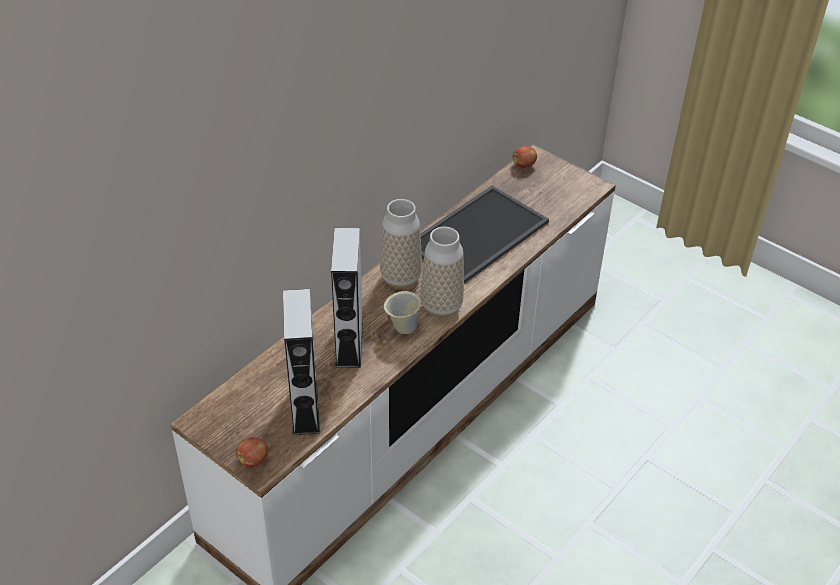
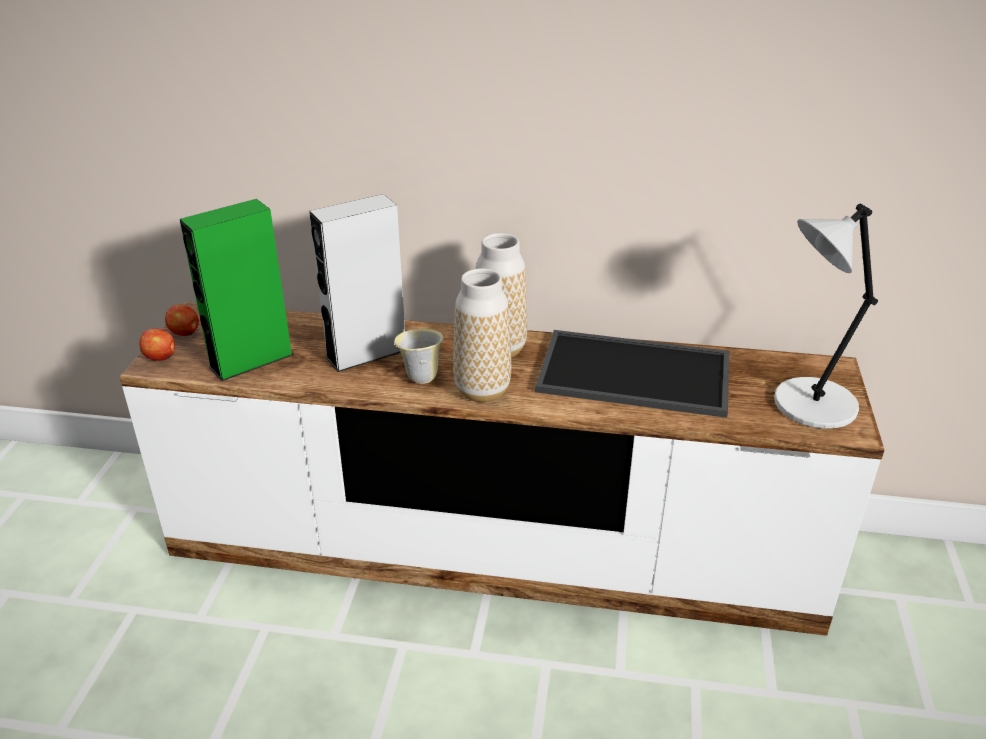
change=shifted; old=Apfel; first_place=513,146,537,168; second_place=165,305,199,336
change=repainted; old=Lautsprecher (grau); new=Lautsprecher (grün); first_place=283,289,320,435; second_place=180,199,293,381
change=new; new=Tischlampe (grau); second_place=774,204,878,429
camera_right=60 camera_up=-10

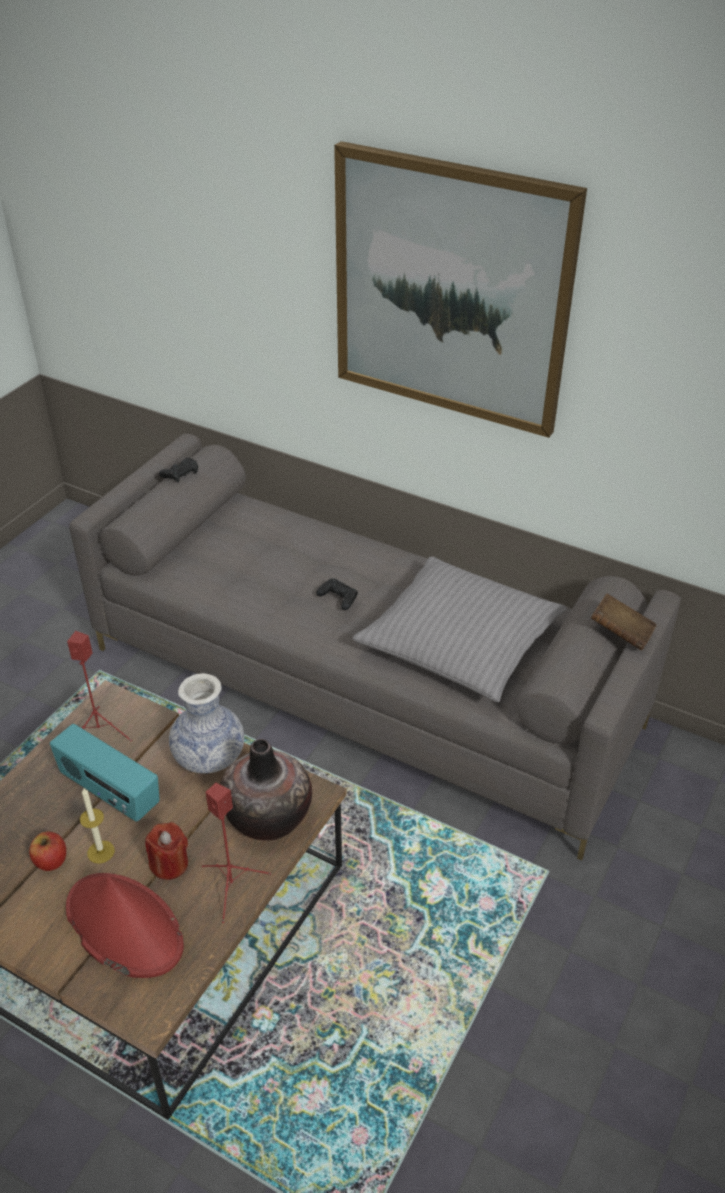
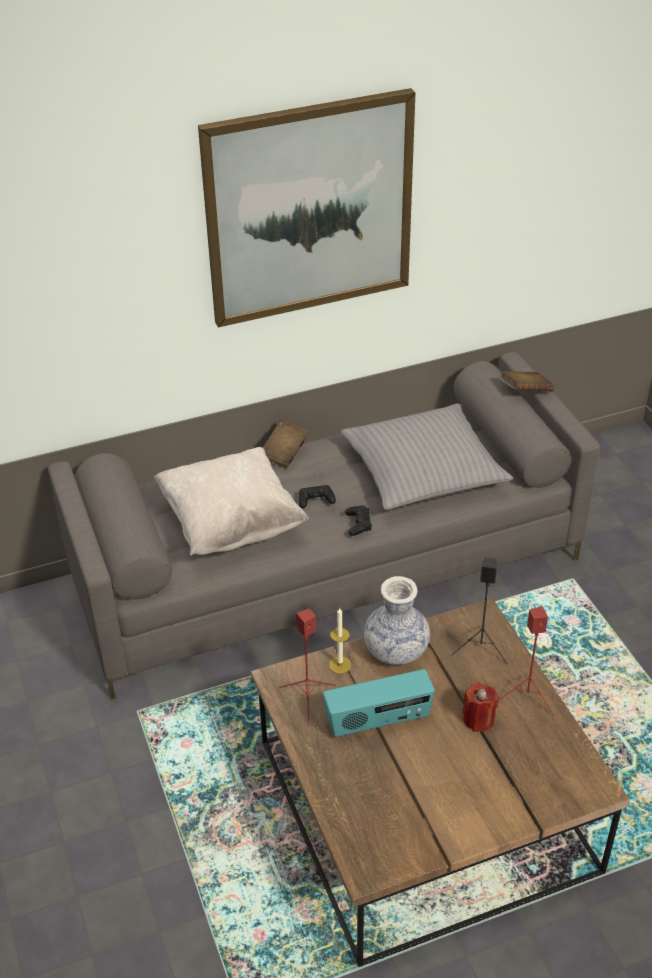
change=new; new=Kissen (beige); second_place=154,447,309,556
change=new; new=Buch (braun); second_place=262,420,308,469
change=shifted; old=Kerze; first_place=80,788,115,864; second_place=329,608,351,674
change=shifted; old=Gamepad (schwarz); first_place=159,458,198,482; second_place=345,505,372,536
change=swapped; old=Vase; new=Lautsprecher (schwarz); first_place=220,739,312,841; second_place=451,557,508,664
change=gone; old=Apfel; first_place=29,832,66,871
change=gone; old=Hut (rot); first_place=66,873,184,978
camera_right=-50 camera_up=0

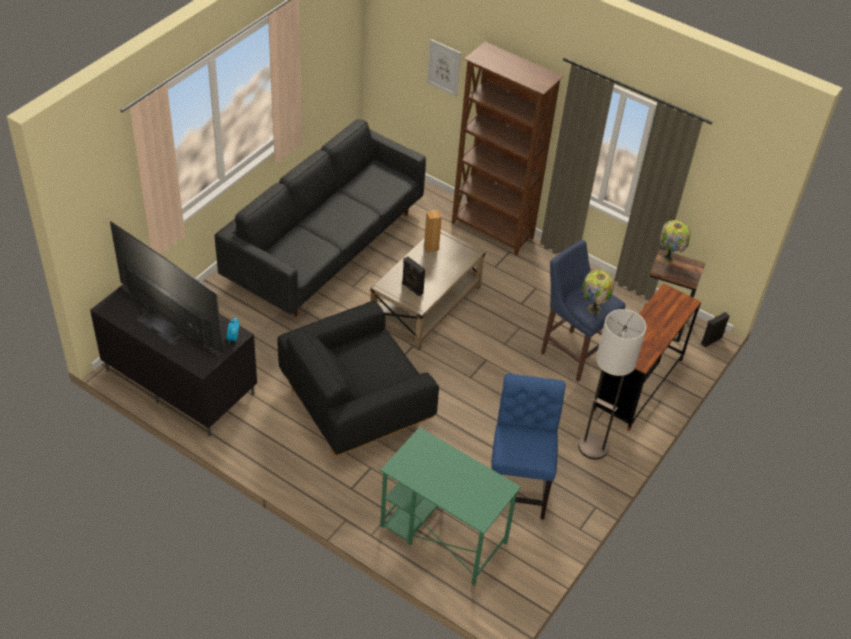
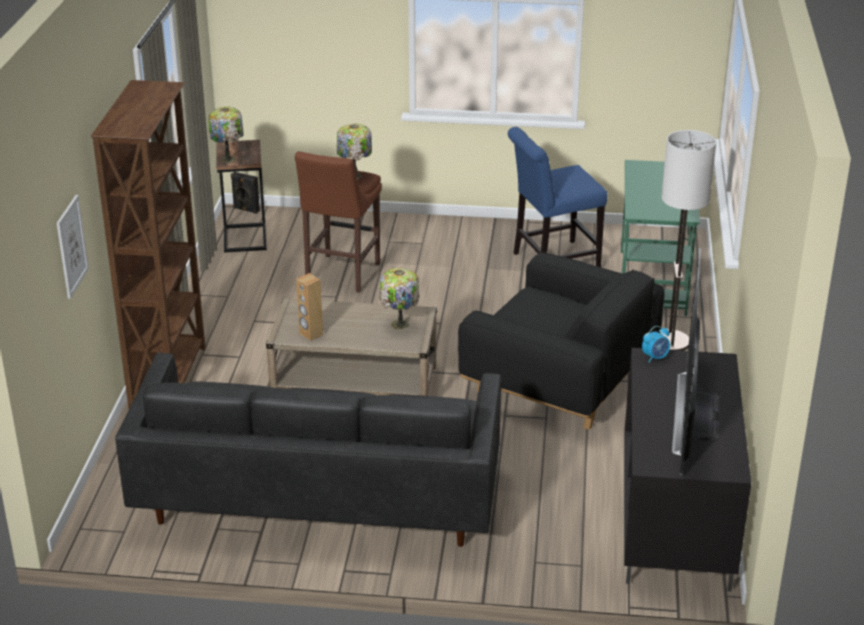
change=repainted; old=Hocker (blau); new=Hocker (braun); first_place=541,240,626,382; second_place=295,151,382,293
change=swapped; old=Lautsprecher (schwarz); new=Tischlampe; first_place=402,256,425,297; second_place=380,268,419,329
change=shifted; old=Stehlampe; first_place=578,309,646,460; second_place=661,130,716,351
change=gone; old=Schreibtisch (braun); first_place=594,283,701,431
camera_right=-115 camera_up=-15

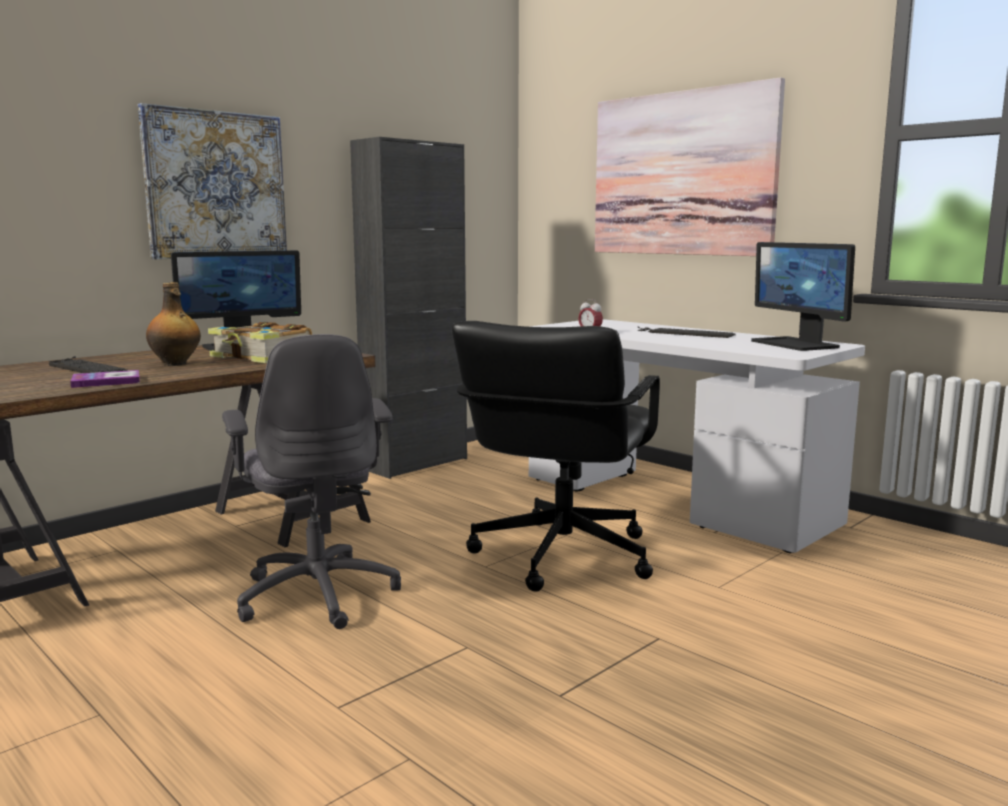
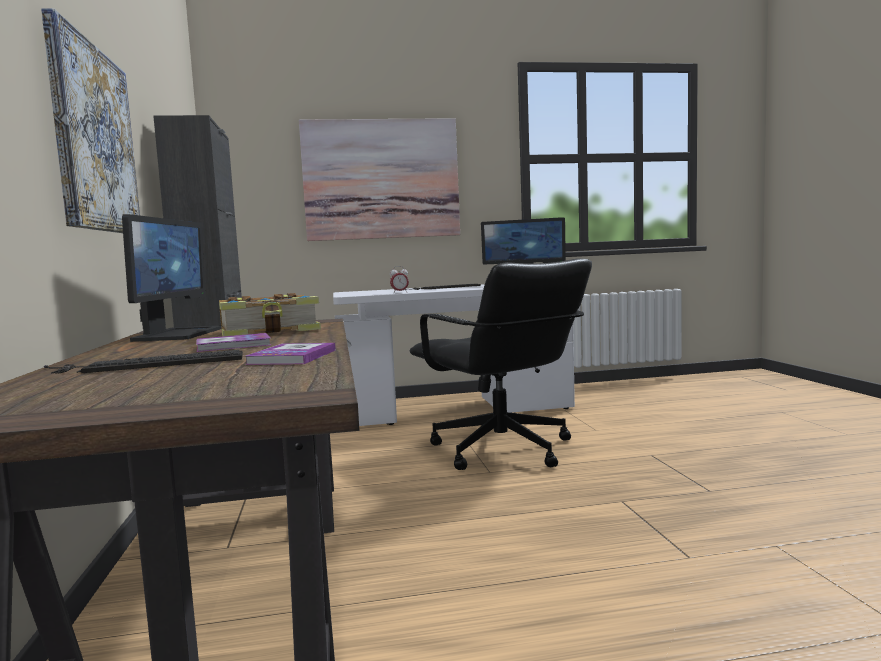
change=swapped; old=Flasche; new=Buch; first_place=146,282,201,366; second_place=196,333,271,352
change=gone; old=Bürostuhl (grau); first_place=222,334,401,629
camera_right=-55 camera_up=-5

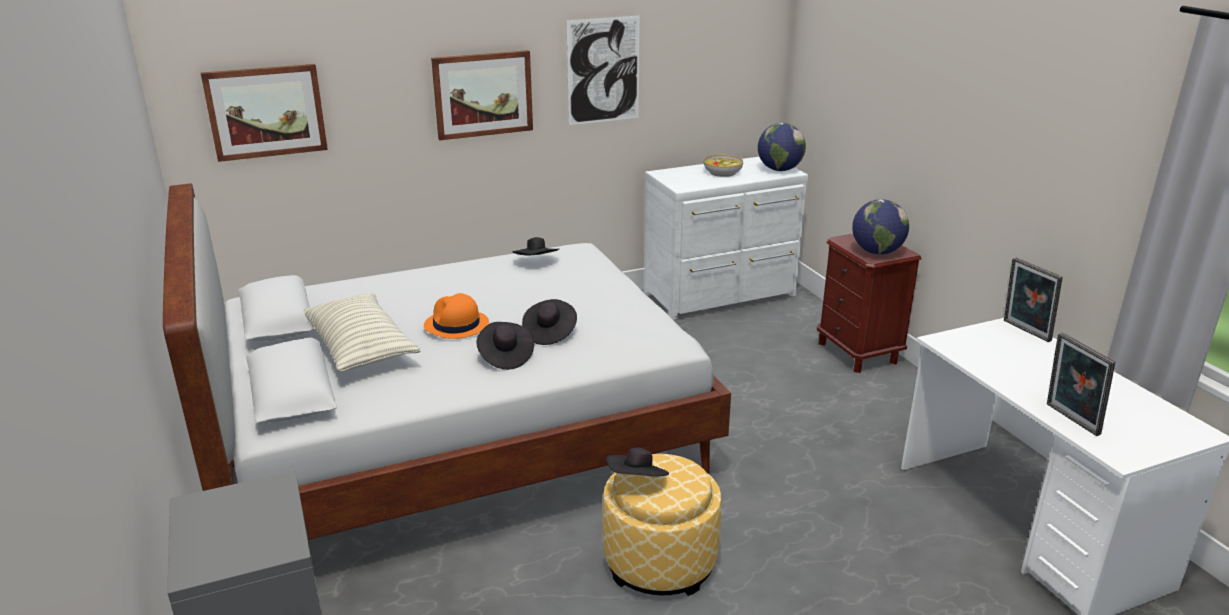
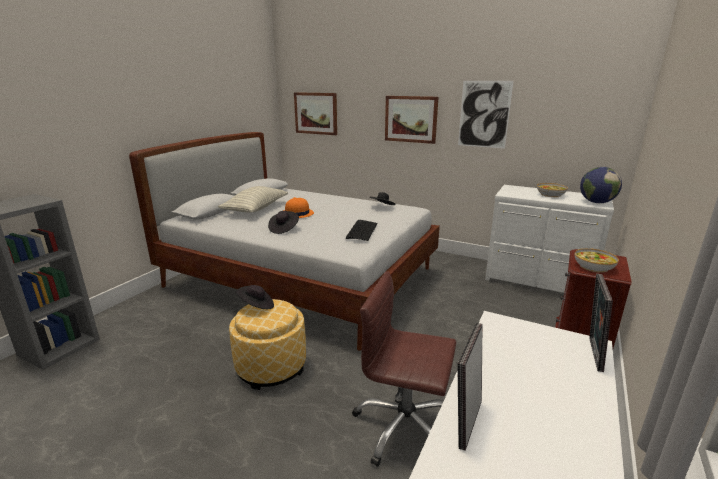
change=new; new=Tastatur; second_place=346,220,377,241
change=new; new=Bürostuhl (braun); second_place=352,271,456,467
change=swapped; old=Globus; new=Schüssel; first_place=852,199,909,255; second_place=575,248,619,273
change=gone; old=Hut (schwarz); first_place=522,299,577,345
camera_right=50 camera_up=-5

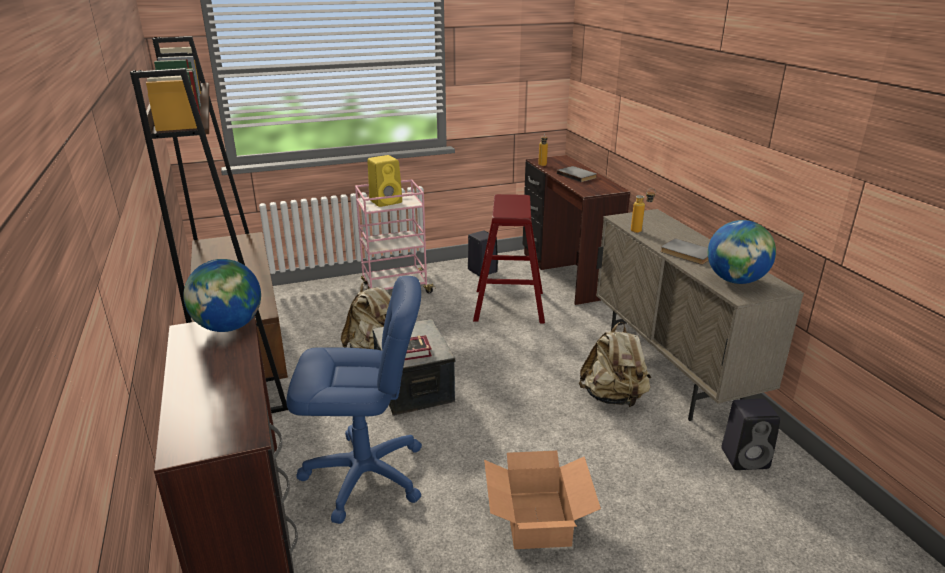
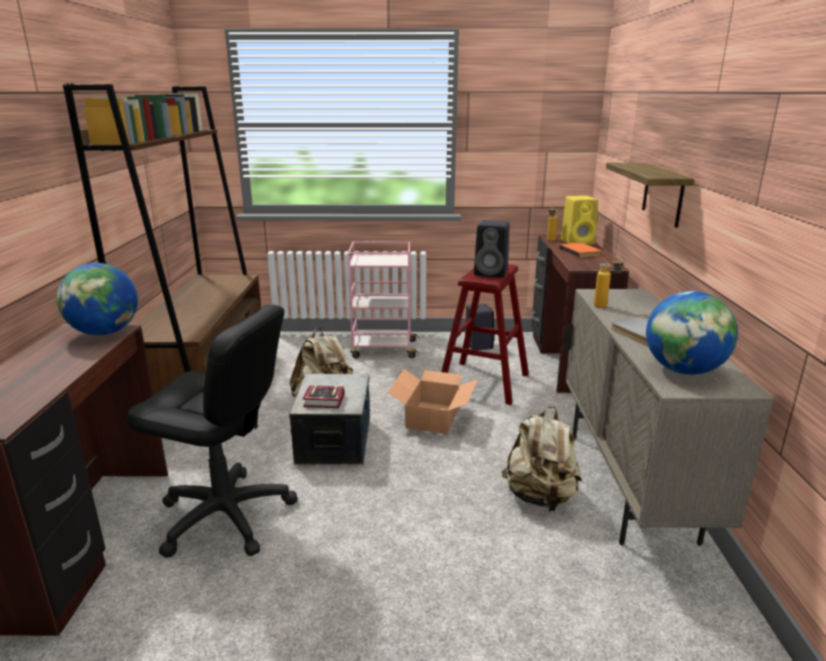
change=repainted; old=Bürostuhl (blau); new=Bürostuhl (schwarz); first_place=286,276,422,524; second_place=127,305,298,558
change=shifted; old=Karton; first_place=484,451,601,549; second_place=388,369,478,434
change=shifted; old=Lautsprecher (schwarz); first_place=721,399,780,470; second_place=474,220,510,277
change=repainted; old=Buch (grau); new=Buch (orange); first_place=557,166,597,182; second_place=559,242,601,257
change=shifted; old=Lautsprecher (gelb); first_place=367,155,402,207; second_place=561,196,598,245
change=new; new=Wandregal; second_place=606,163,694,228
camera_right=20 camera_up=-5

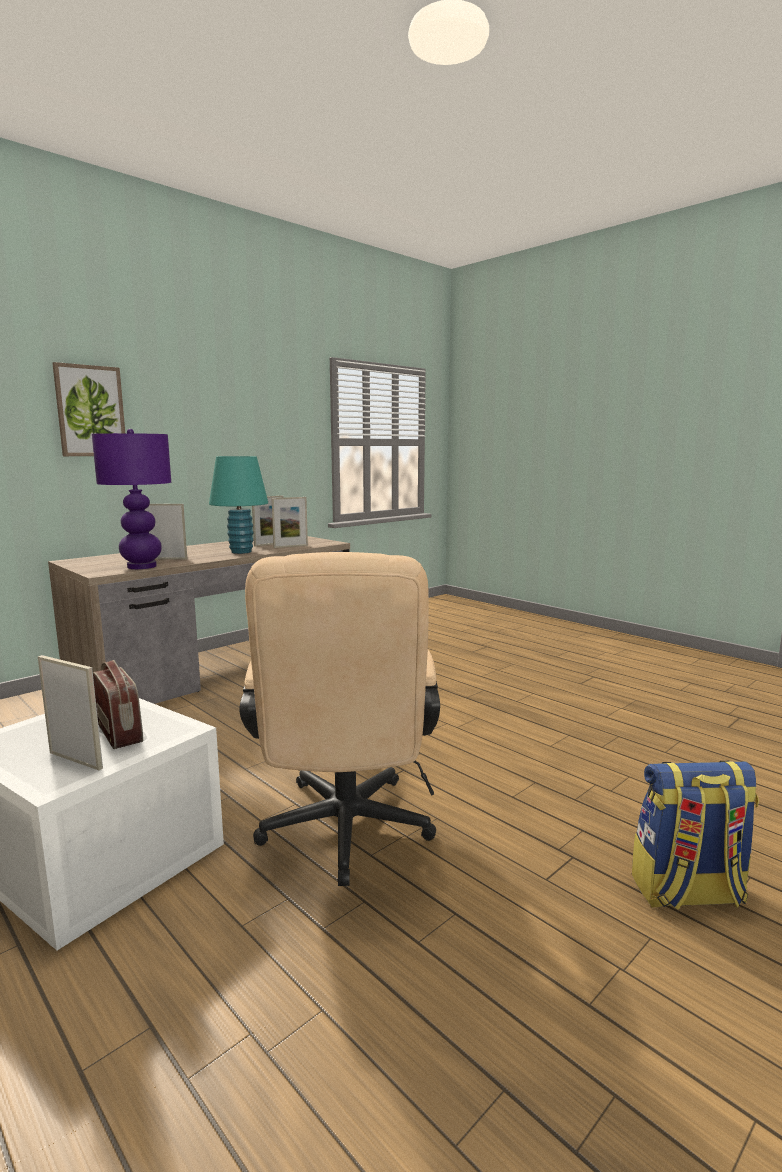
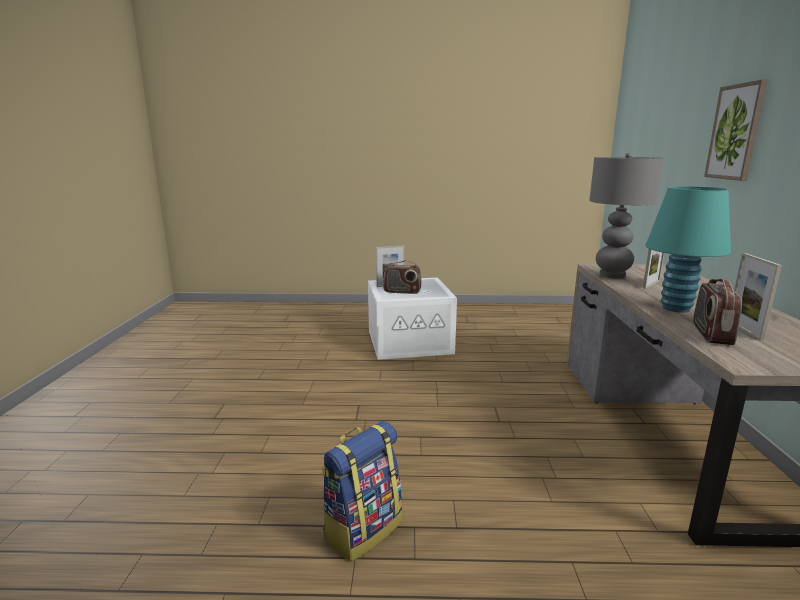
change=shifted; old=Rucksack; first_place=632,761,759,910; second_place=321,421,402,562
change=repainted; old=Tischlampe (lila); new=Tischlampe (grau); first_place=92,429,171,569; second_place=589,153,664,279
change=swapped; old=Bilderrahmen; new=Radio; first_place=272,497,308,548; second_place=693,279,742,345
change=gone; old=Bürostuhl (beige); first_place=239,552,440,886
camera_right=135 camera_up=5

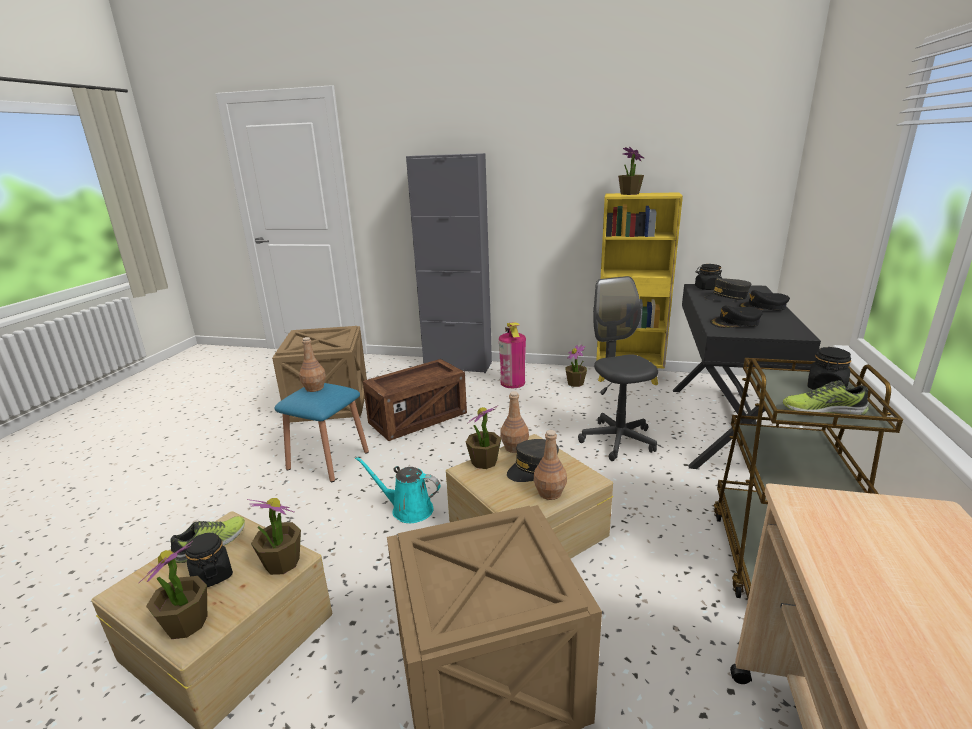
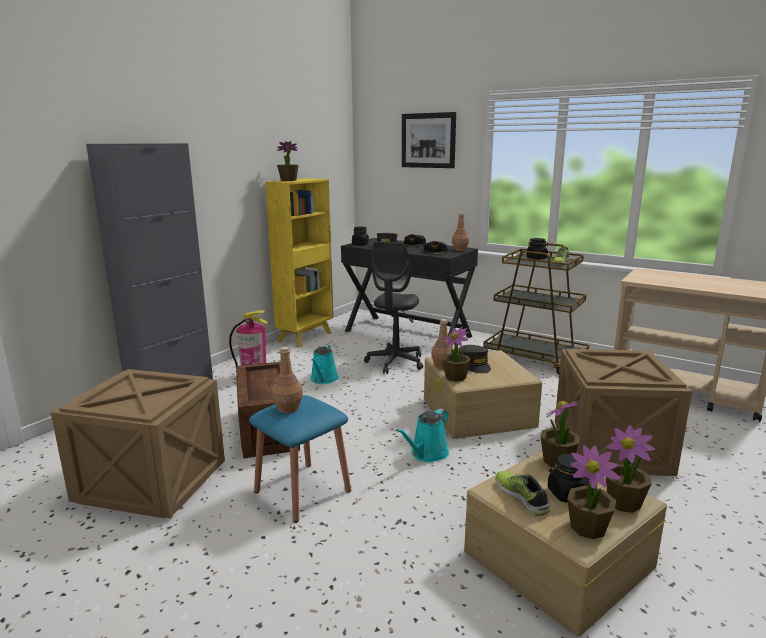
change=new; new=Gießkanne (türkis); second_place=310,345,339,384
change=rotated; old=Bürostuhl (grau); first_place=578,276,658,461; second_place=364,241,423,374; degrees=-75
change=new; new=Bild; second_place=402,112,456,168
change=shifted; old=Flasche (braun); first_place=534,430,567,500; second_place=452,213,469,251
change=shifted; old=Topfpflanze; first_place=565,344,587,387; second_place=567,446,621,539
camera_right=-70 camera_up=-5

